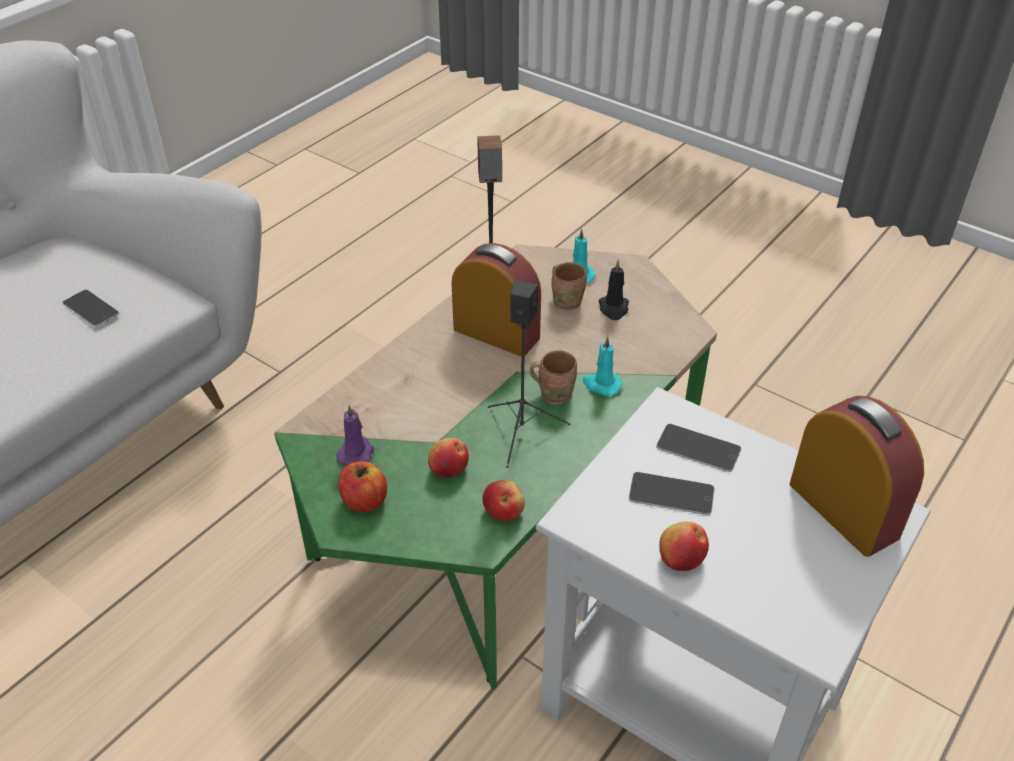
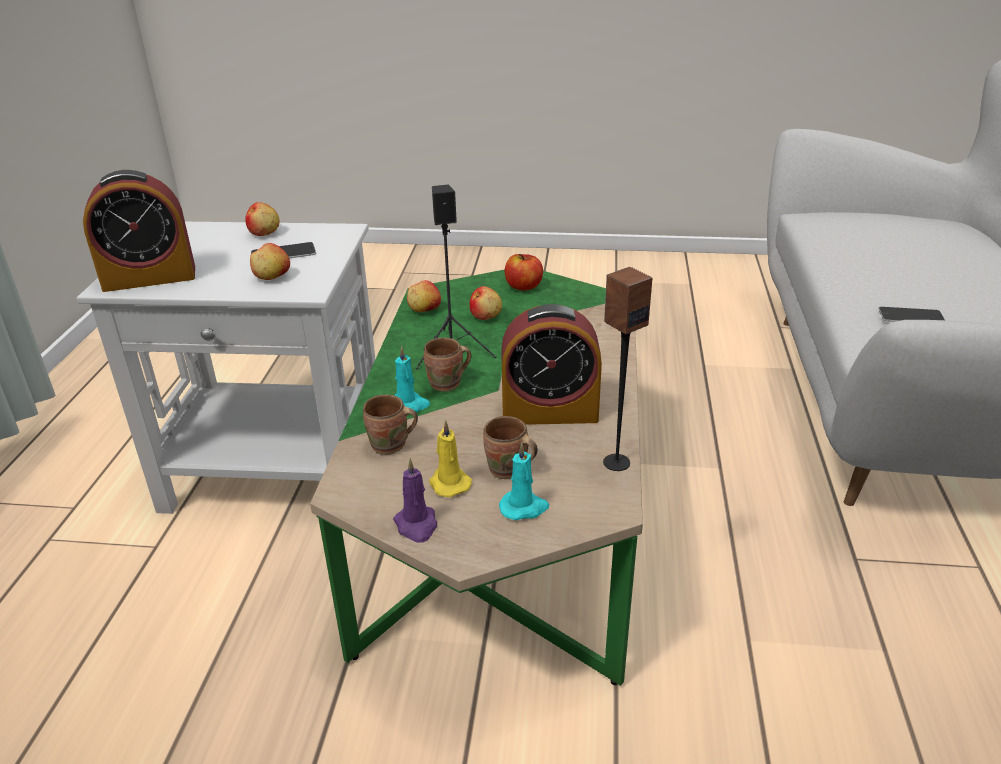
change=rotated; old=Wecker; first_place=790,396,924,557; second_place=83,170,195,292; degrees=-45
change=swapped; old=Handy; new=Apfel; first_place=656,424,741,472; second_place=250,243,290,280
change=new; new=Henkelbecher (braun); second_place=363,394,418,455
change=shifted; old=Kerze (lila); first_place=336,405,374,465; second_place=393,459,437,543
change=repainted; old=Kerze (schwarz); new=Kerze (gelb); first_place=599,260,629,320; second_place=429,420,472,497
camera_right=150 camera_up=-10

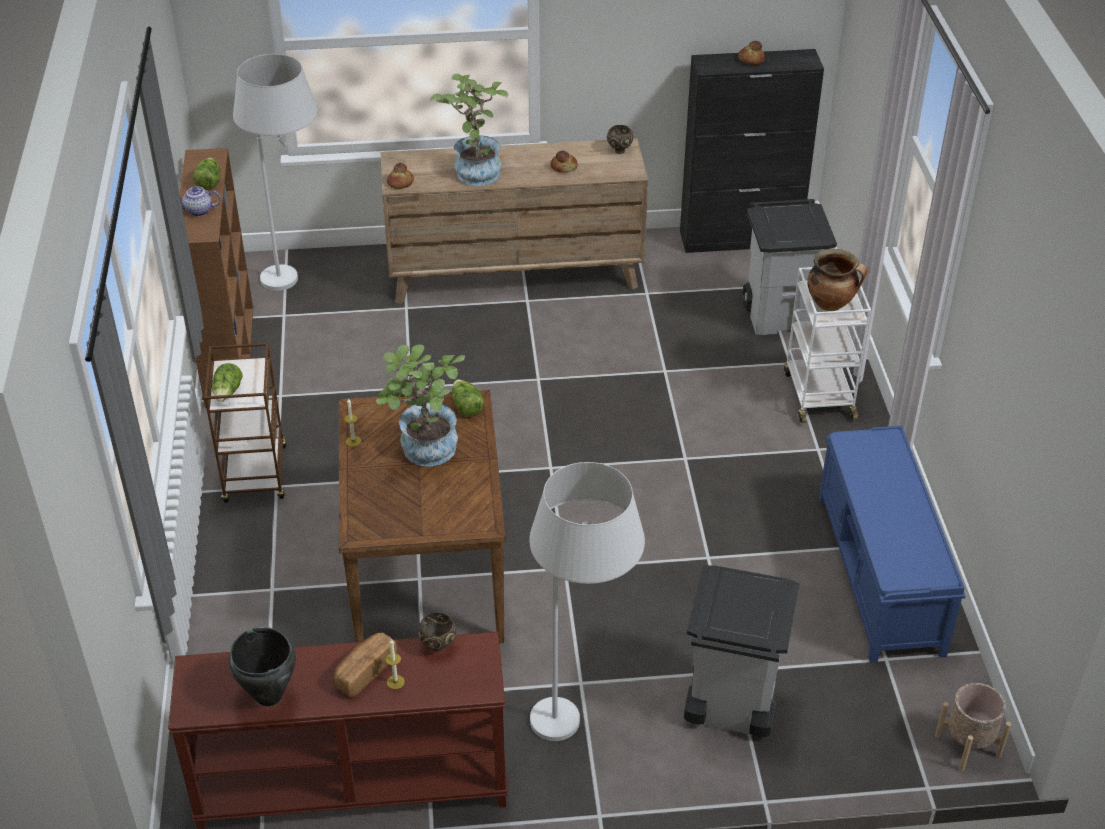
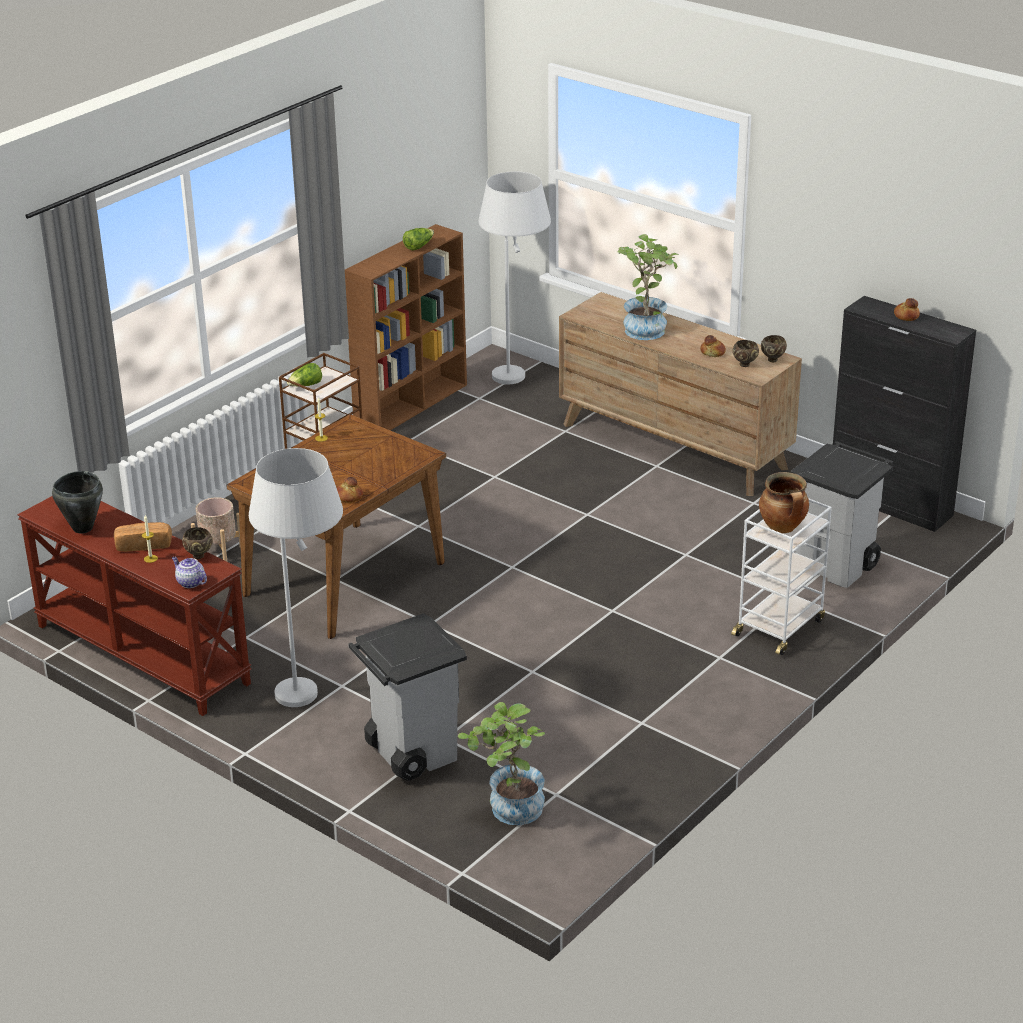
change=shifted; old=Teekanne; first_place=180,186,221,216; second_place=172,557,207,588
change=shifted; old=Pflanzkübel (beige); first_place=935,683,1011,771; second_place=191,497,240,561
change=shifted; old=Brot; first_place=386,163,414,189; second_place=337,477,363,503
change=shifted; old=Topfpflanze; first_place=376,344,465,467; second_place=458,702,545,825
change=new; new=Schüssel (braun); second_place=733,340,759,367
change=gone; old=Salatkopf; first_place=452,379,484,416
change=gone; old=Bank (blau); first_place=819,425,965,663
camera_right=45 camera_up=-10

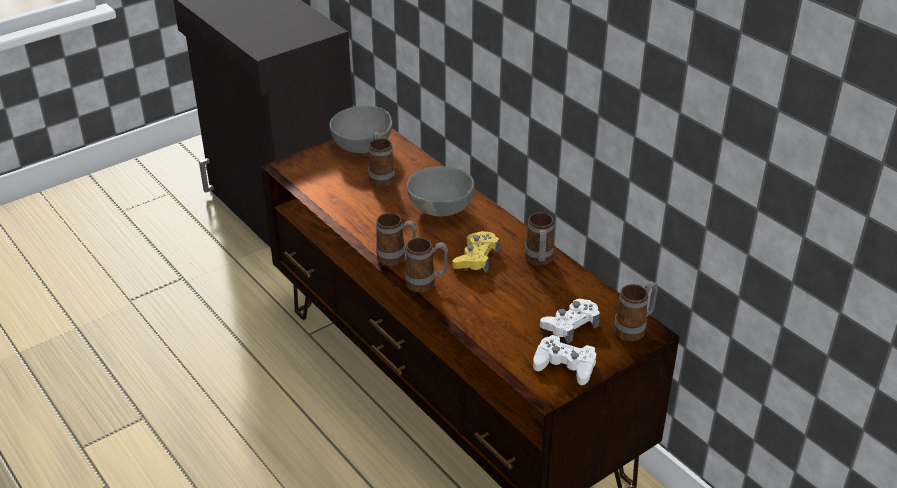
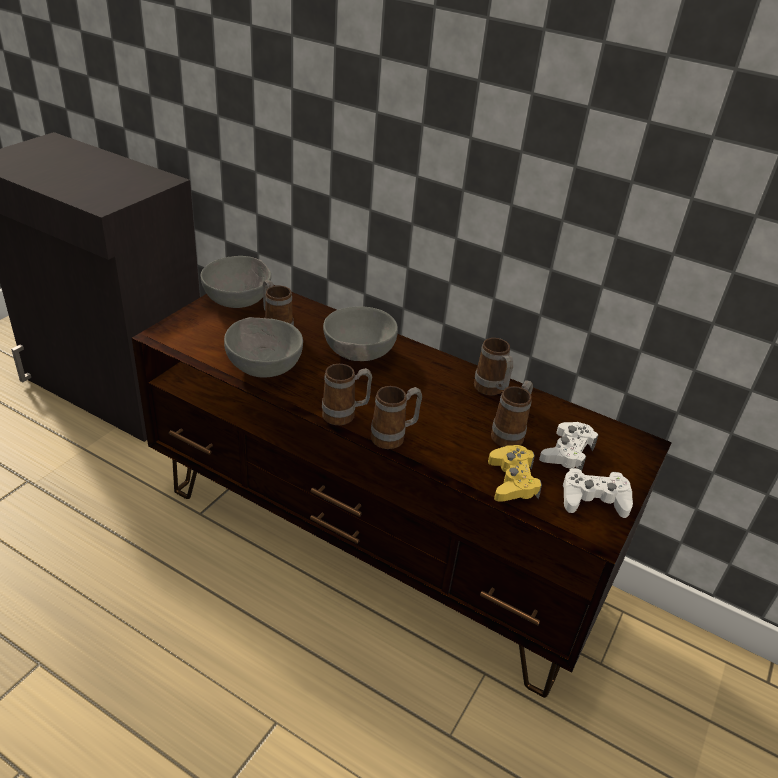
change=new; new=Schüssel (grau); second_place=224,317,303,377
change=shifted; old=Gamepad (gelb); first_place=452,231,499,273; second_place=488,445,542,502
change=shifted; old=Henkelbecher; first_place=614,281,658,341; second_place=491,380,533,447
camera_right=-25 camera_up=0

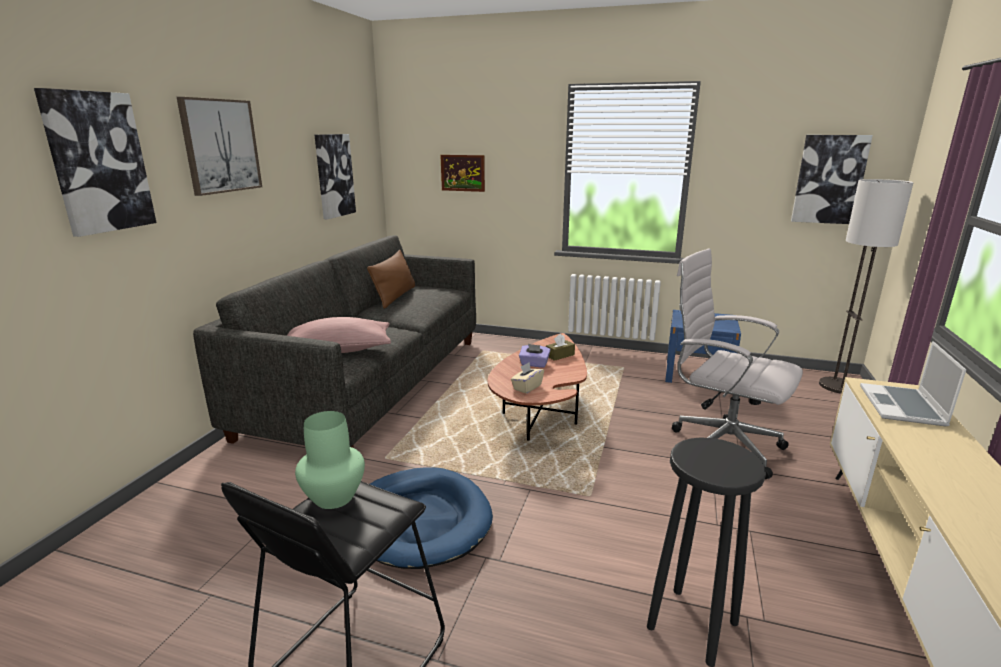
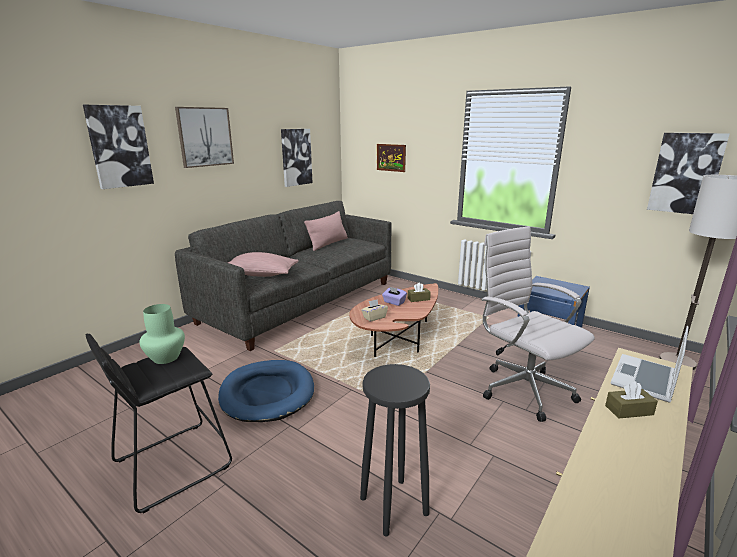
change=repainted; old=Kissen (braun); new=Kissen (rosa); first_place=367,250,415,309; second_place=304,211,348,251
change=new; new=Taschentuchbox (braun); second_place=605,381,658,419
camera_right=20 camera_up=0

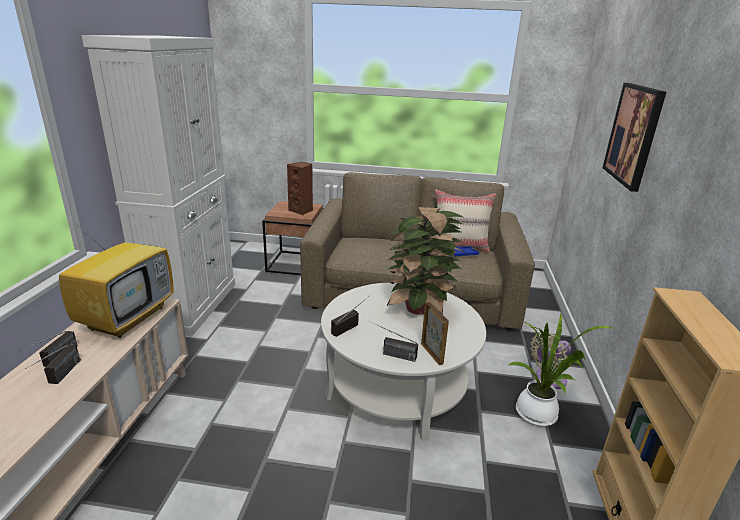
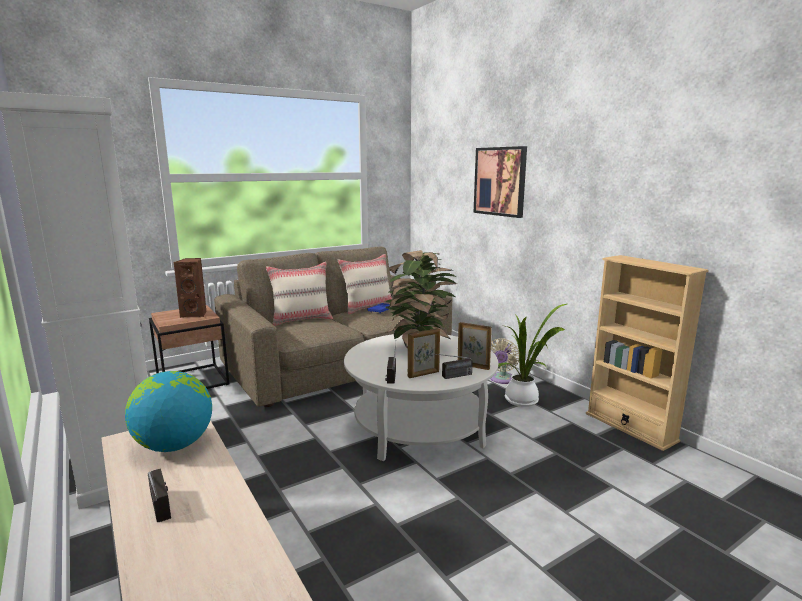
change=swapped; old=Fernseher; new=Globus; first_place=59,203,174,338; second_place=125,371,212,452
change=new; new=Kissen (beige); second_place=266,262,333,326
change=new; new=Bilderrahmen; second_place=408,328,440,378
change=gone; old=Radio; first_place=25,345,81,384
camera_right=-40 camera_up=-10

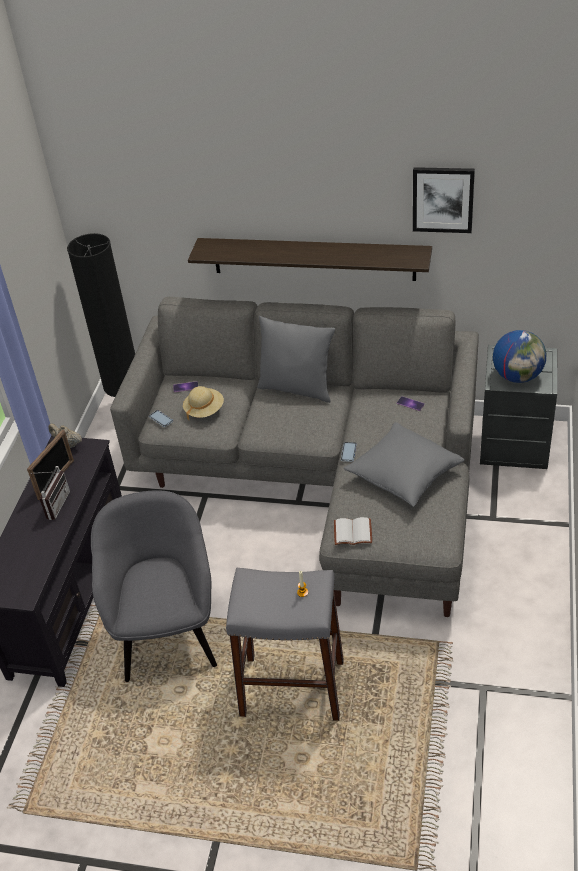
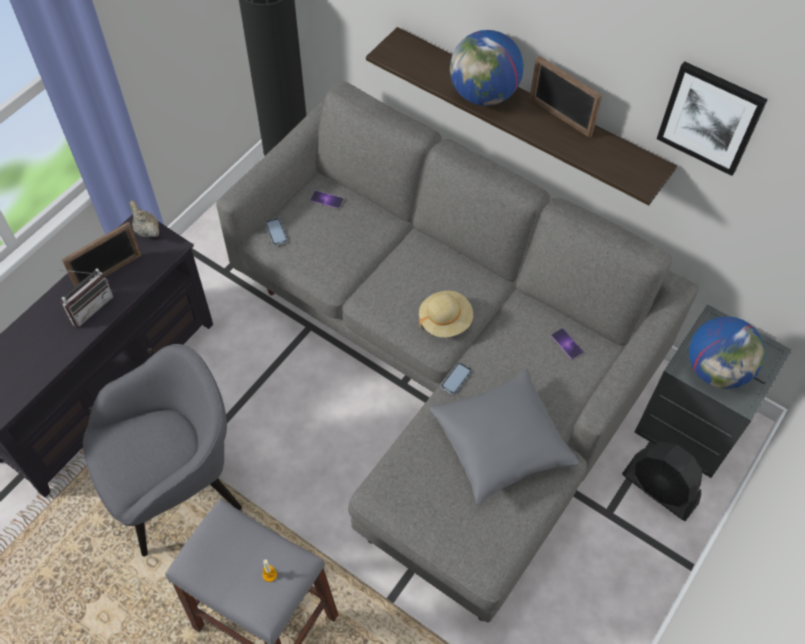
change=rotated; old=Sessel (grau); first_place=91,490,217,682; second_place=83,344,242,556; degrees=45
change=shifted; old=Hut (beige); first_place=183,386,224,420; second_place=419,291,473,337
change=new; new=Globus; second_place=450,30,523,106
change=new; new=Bilderrahmen; second_place=529,55,602,138
change=new; new=Ventilator (schwarz); second_place=622,441,703,521
change=gone; old=Kissen (grau); first_place=257,316,335,403
change=gone; old=Buch (weiß); first_place=334,517,372,545
camera_right=20 camera_up=15

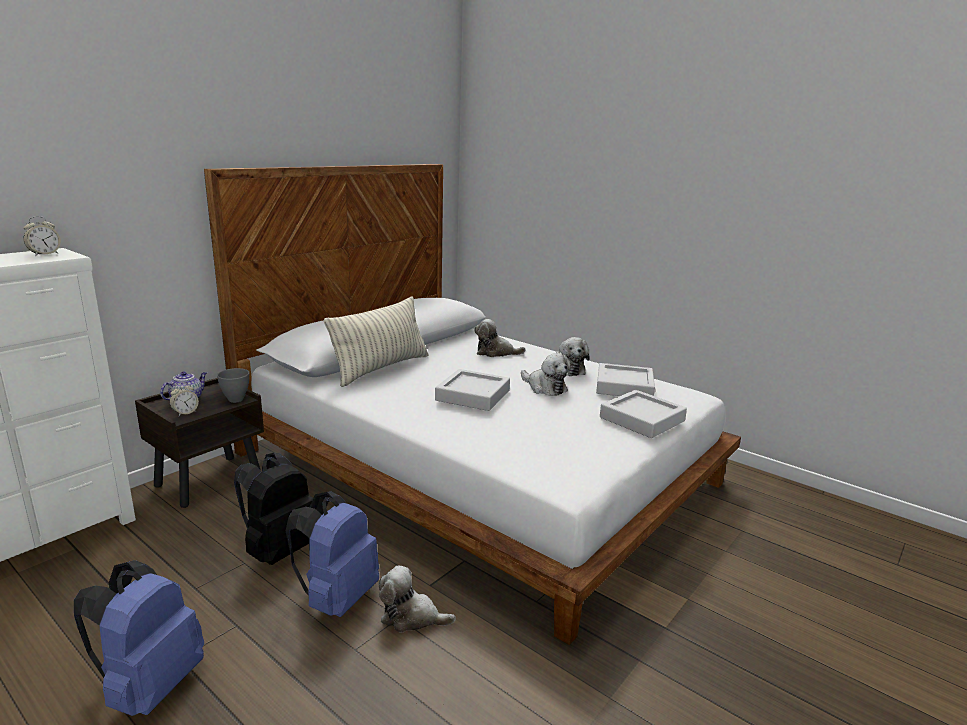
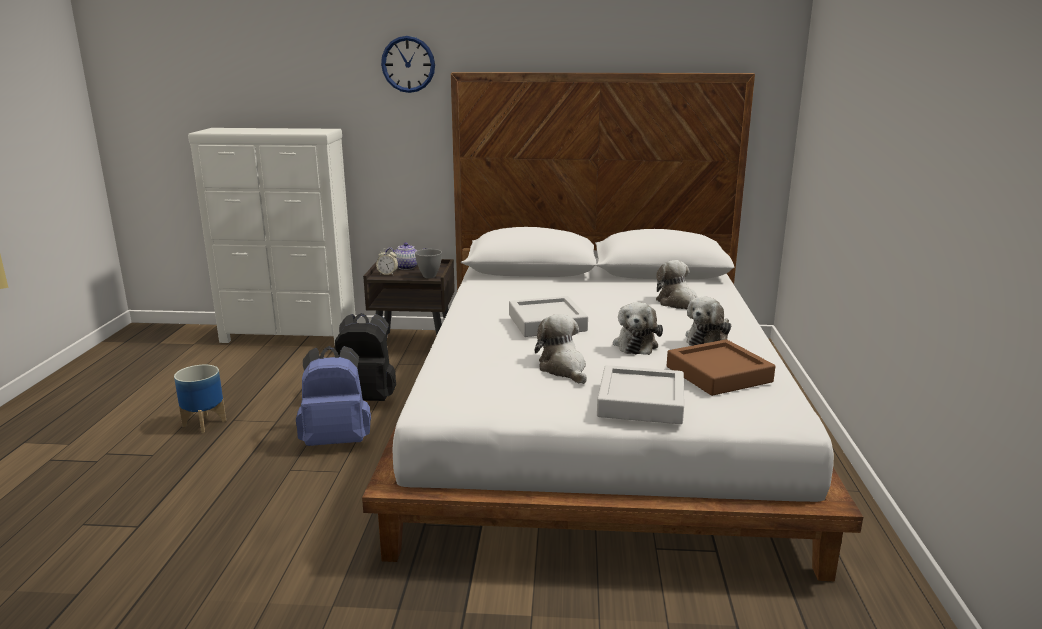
change=swapped; old=Rucksack (blau); new=Pflanzkübel; first_place=74,560,204,716; second_place=174,365,226,433
change=new; new=Wanduhr; second_place=381,36,435,93
change=shifted; old=Plüschtier; first_place=379,565,456,633; second_place=534,314,587,384
change=repainted; old=Tablett (grau); new=Tablett (braun); first_place=596,363,655,396; second_place=667,339,775,396
change=gone; old=Wecker; first_place=23,216,61,257
change=gone; old=Kissen; first_place=324,296,429,387
camera_right=55 camera_up=0

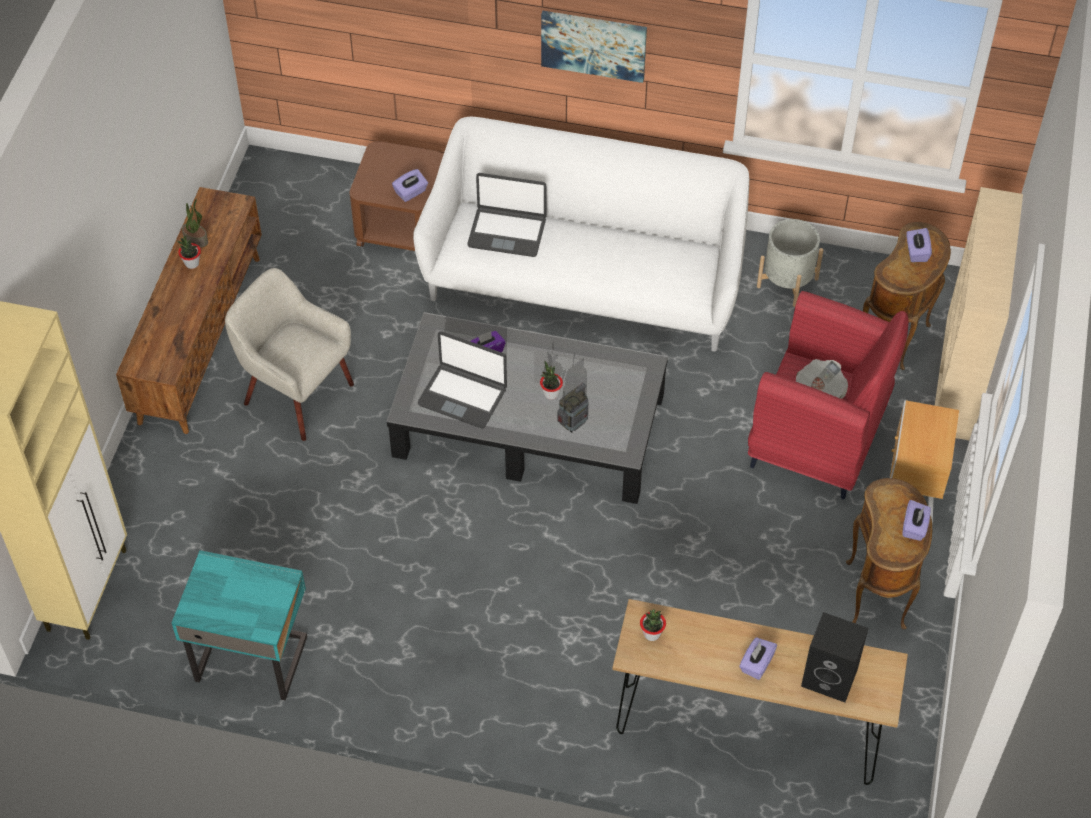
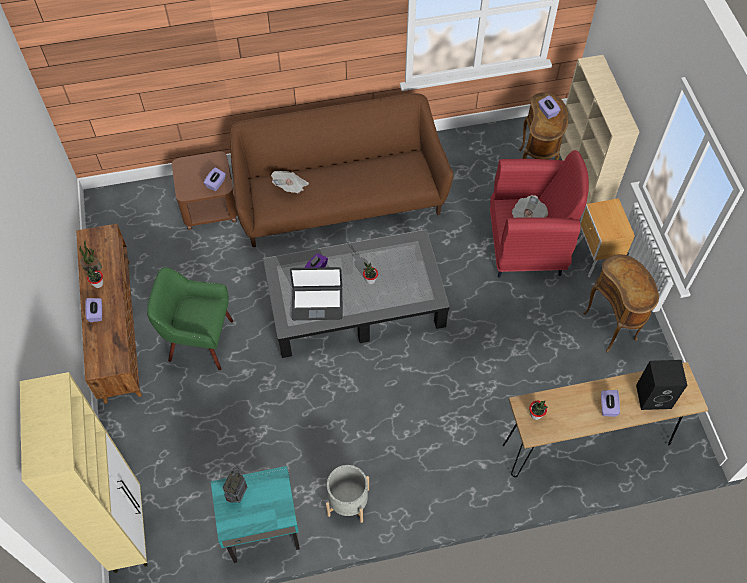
change=shifted; old=Taschentuchbox (lila); first_place=902,500,931,541; second_place=85,298,102,322
change=repainted; old=Sessel (beige); new=Sessel (grün); first_place=225,268,354,441; second_place=147,267,233,370
change=shifted; old=Radio; first_place=558,383,589,433; second_place=223,467,247,503
change=repainted; old=Sofa (weiß); new=Sofa (braun); first_place=413,117,749,352; second_place=230,93,453,247
change=swapped; old=Laptop; new=Zeitung; first_place=467,173,546,257; second_place=271,171,309,193
change=shifted; old=Pflanzkübel (grau); first_place=757,219,823,307; second_place=326,465,369,523
change=gone; old=Bild; first_place=541,11,647,83
camera_right=-25 camera_up=5

